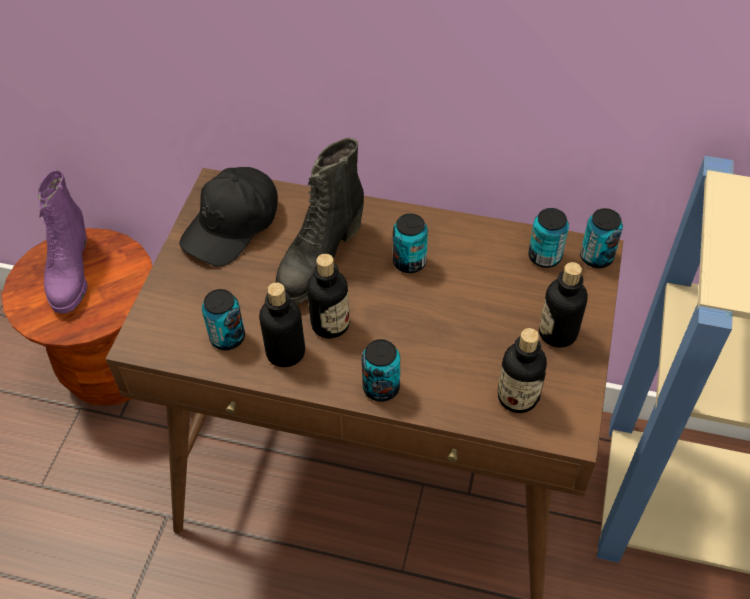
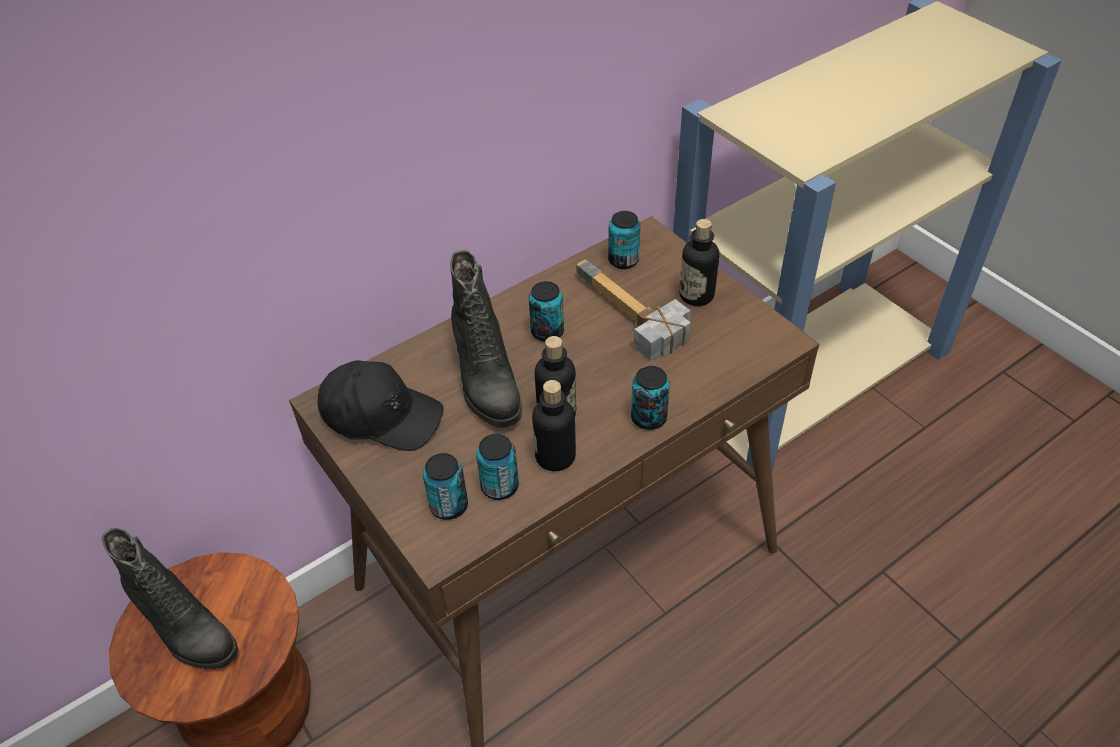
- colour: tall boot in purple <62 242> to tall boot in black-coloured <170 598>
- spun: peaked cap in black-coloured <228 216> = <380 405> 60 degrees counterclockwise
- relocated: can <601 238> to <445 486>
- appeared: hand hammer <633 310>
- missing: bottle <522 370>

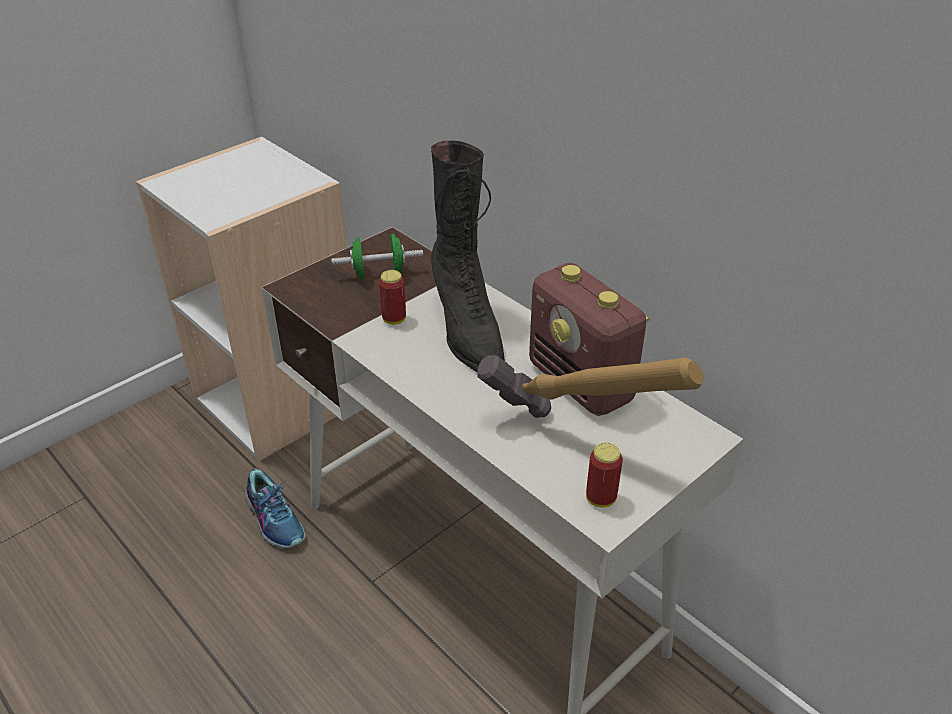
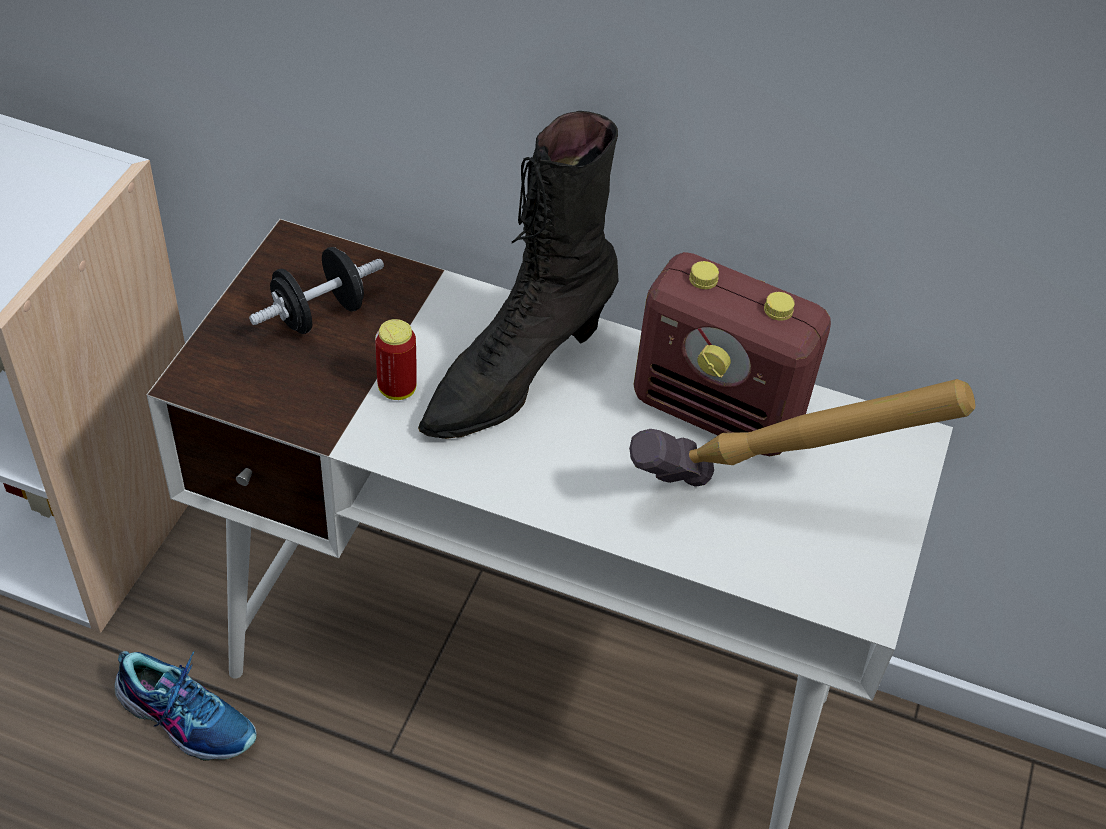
- colour: hand weight in green <377 257> to hand weight in black-coloured <316 290>
- spun: tall boot in black-coloured <468 256> = <518 275> 90 degrees clockwise
- missing: can <604 475>

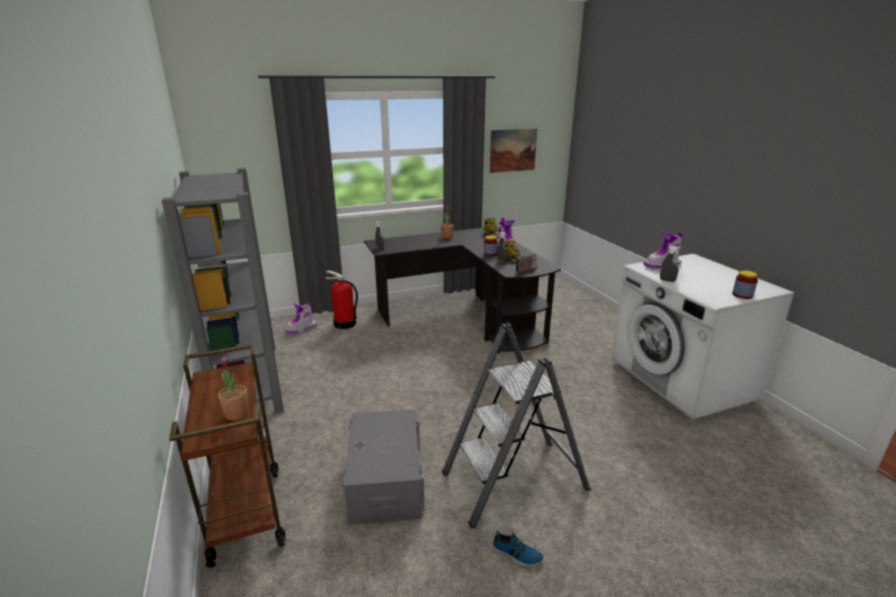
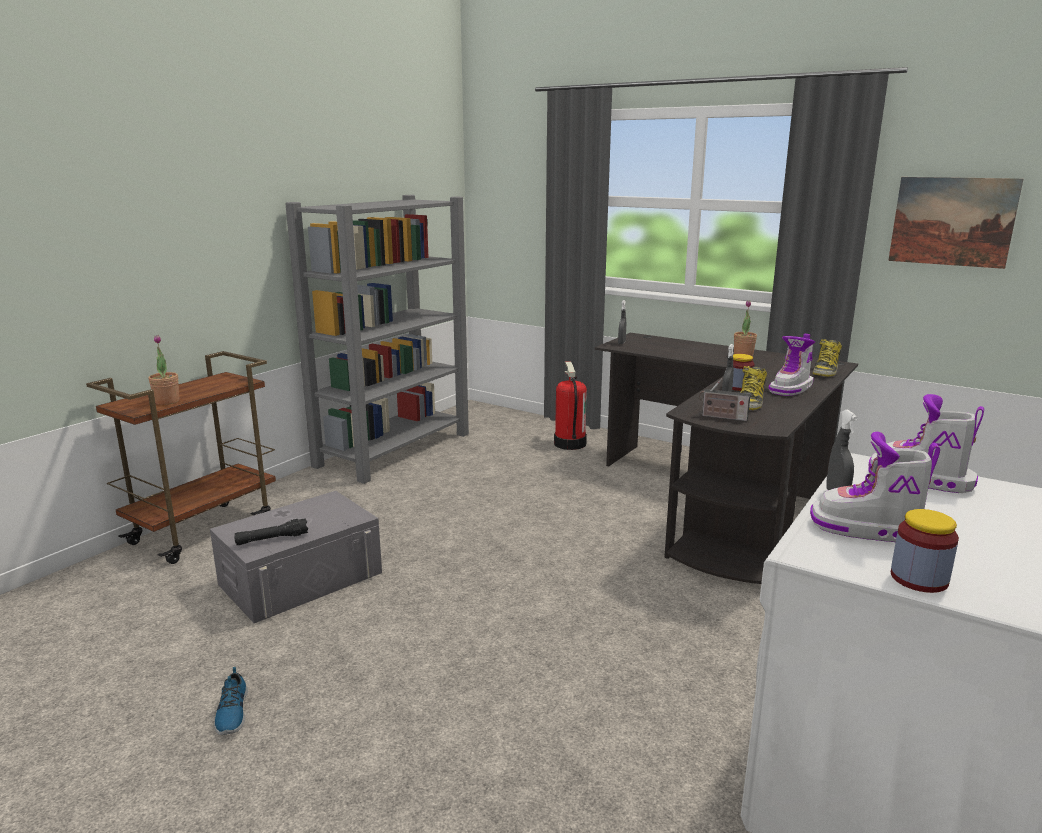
- appeared: hand torch in black-coloured <271 531>
- relocated: tall boot <300 317> to <875 487>
- missing: step stool in grey <516 425>

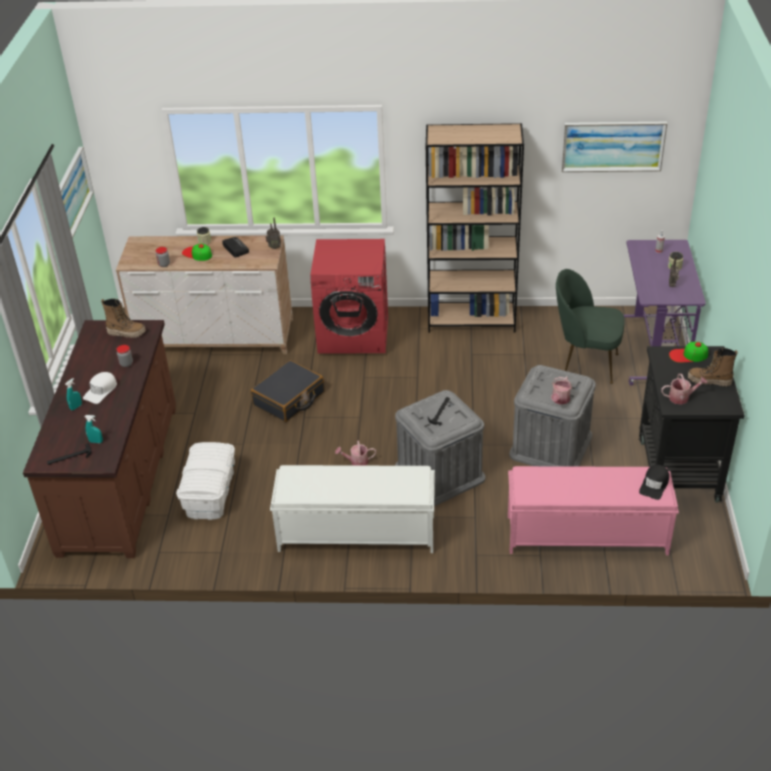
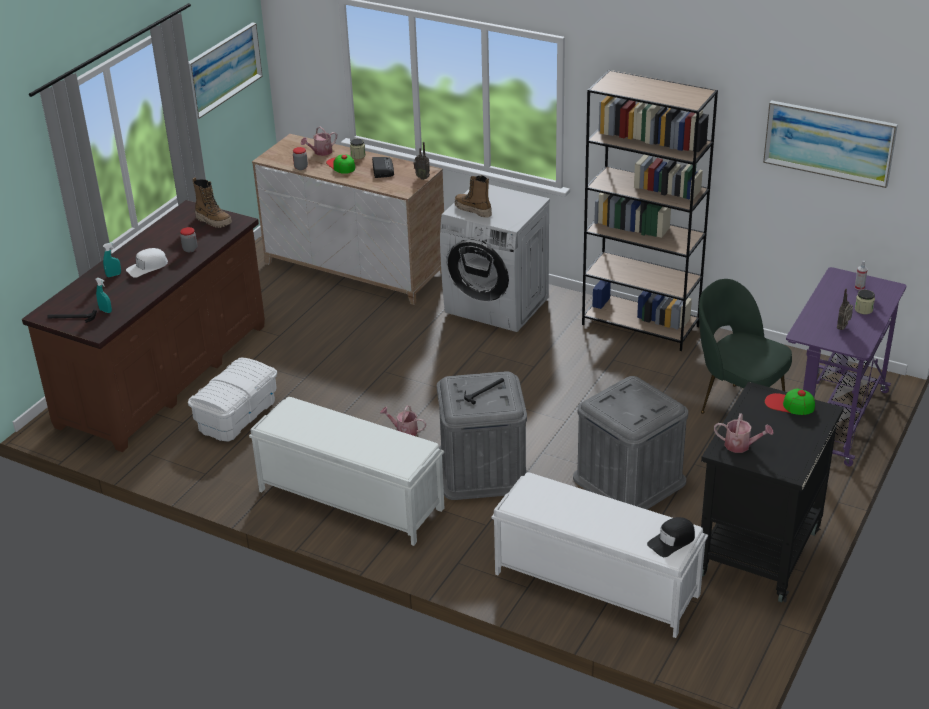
- relocated: sprinkling can <561 390> to <319 141>
- colour: laundry machine in red <349 296> to laundry machine in white <495 258>
- relocated: tall boot <713 367> to <473 196>
- colour: long seat in pink <593 510> to long seat in white <600 555>
- missing: travel case in black-coloured <287 391>

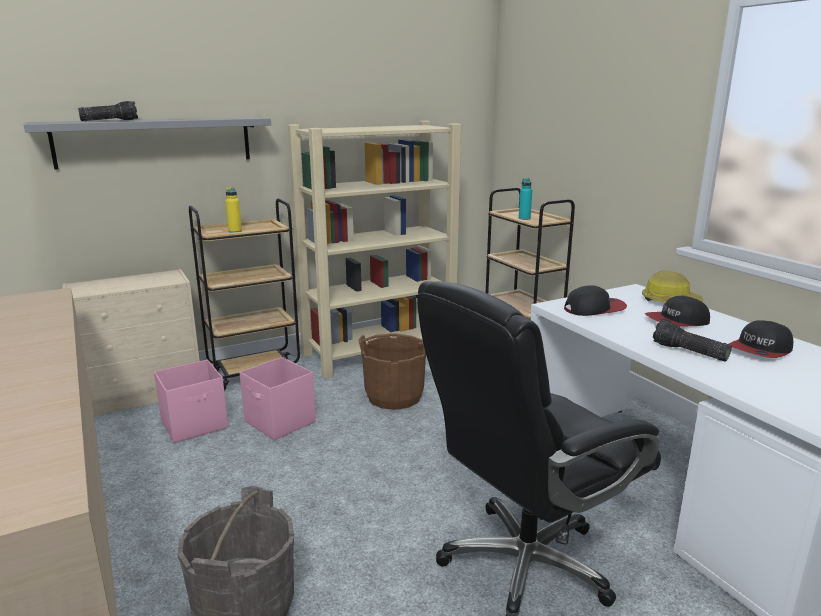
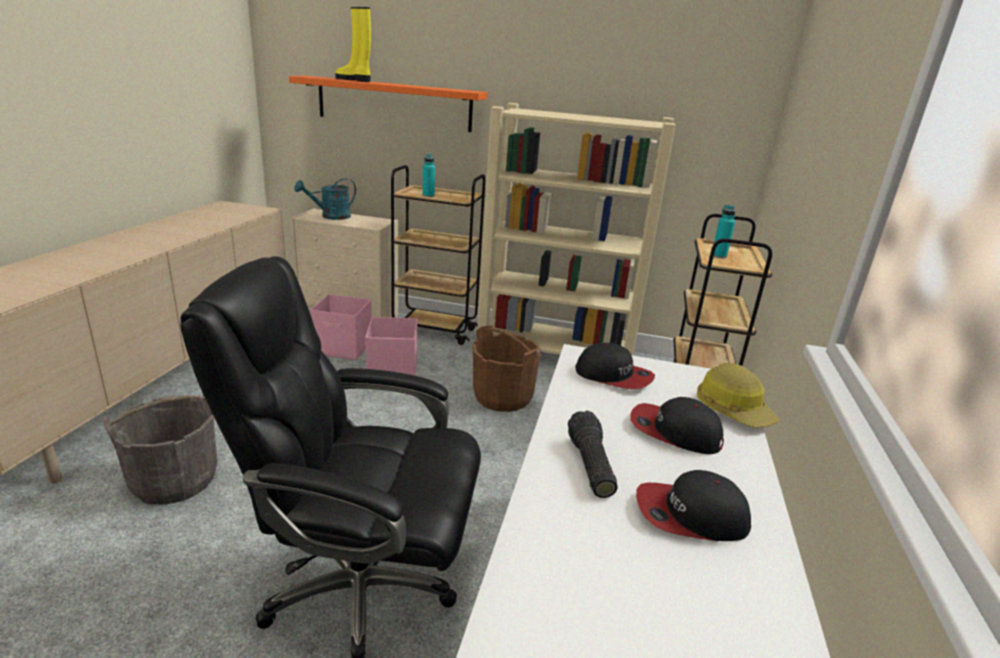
- colour: bracket shelf in grey <147 143> to bracket shelf in orange <388 104>
- appeared: sprinkling can in turquoise <325 199>
- exchanged: hand torch <108 111> to tall boot in yellowish <353 44>
- colour: bottle in yellowish <233 210> to bottle in turquoise <428 175>

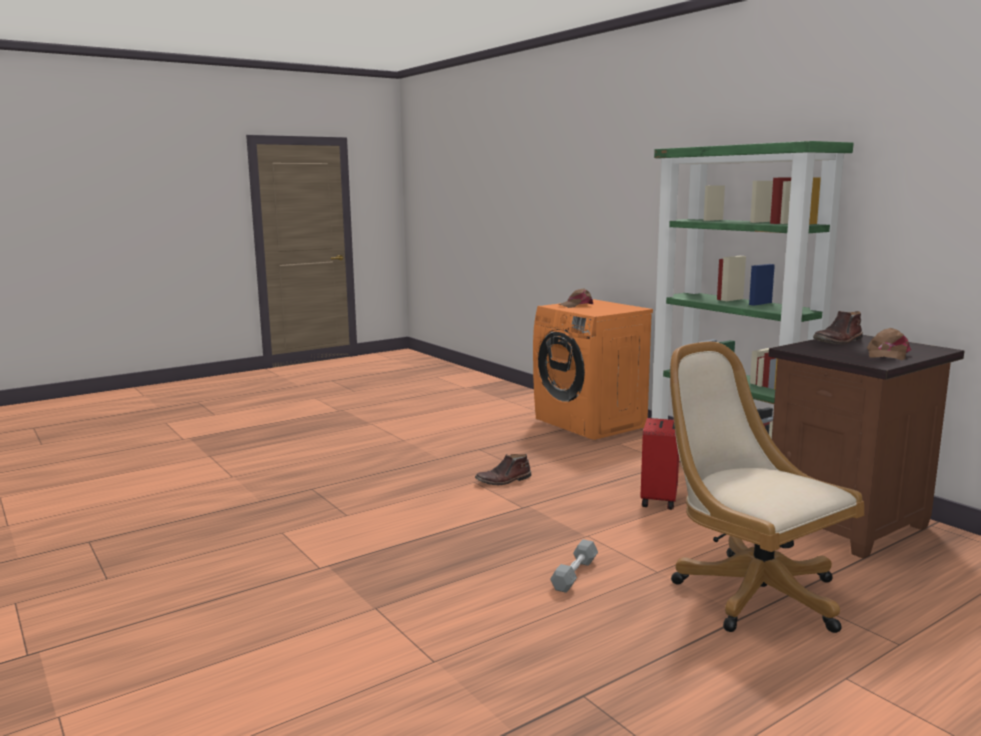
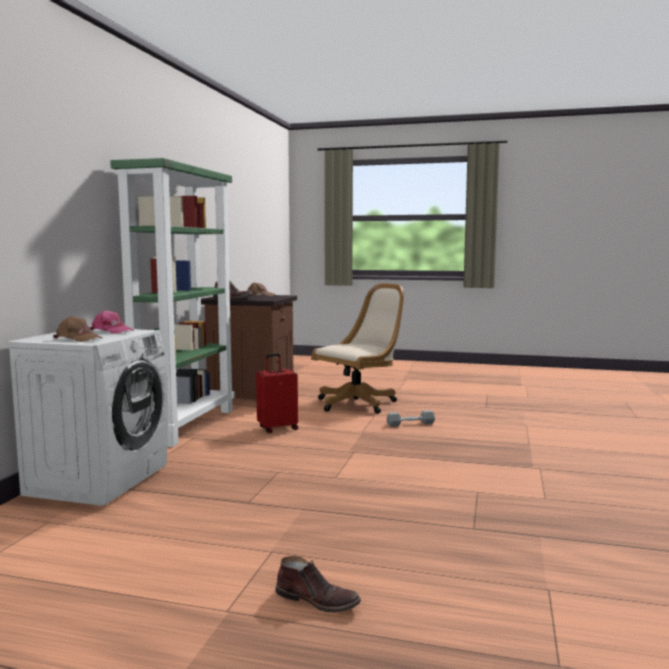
- colour: laundry machine in orange <593 369> to laundry machine in white <87 417>
- appeared: peaked cap in pink <111 322>
- relocated: tall boot in brownish <503 469> to <318 584>
- spun: computer chair <767 487> = <357 348> 150 degrees counterclockwise

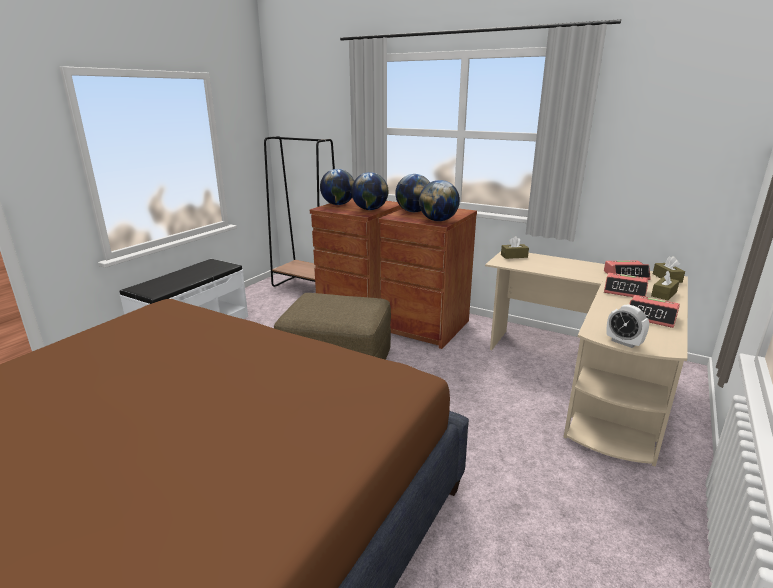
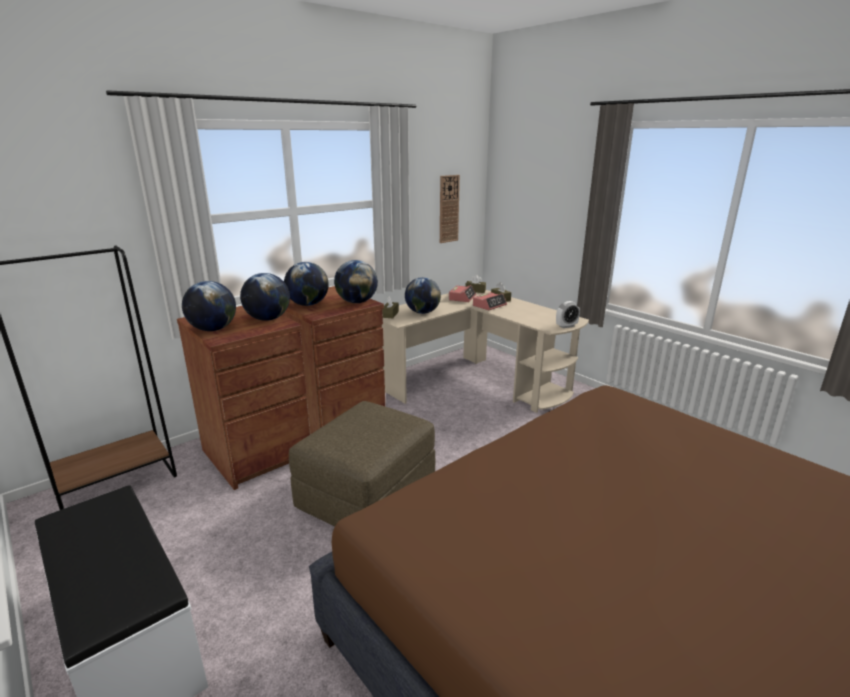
- appeared: globe <423 295>
- appeared: hanging clock <450 209>
- missing: alarm clock <654 311>

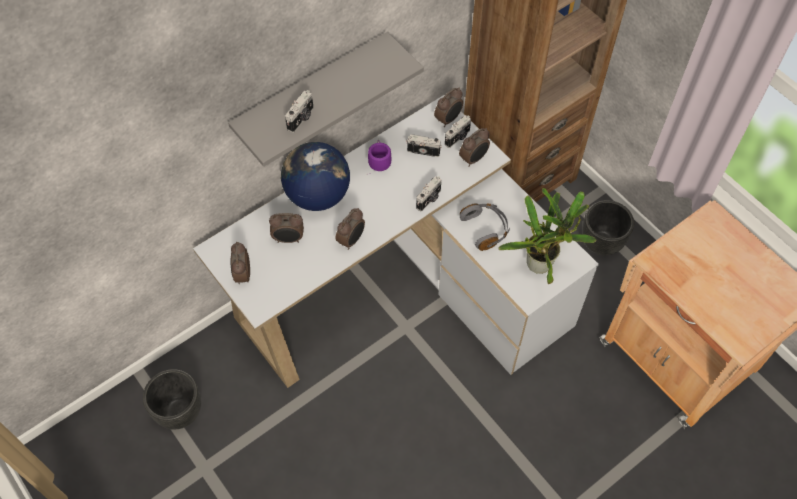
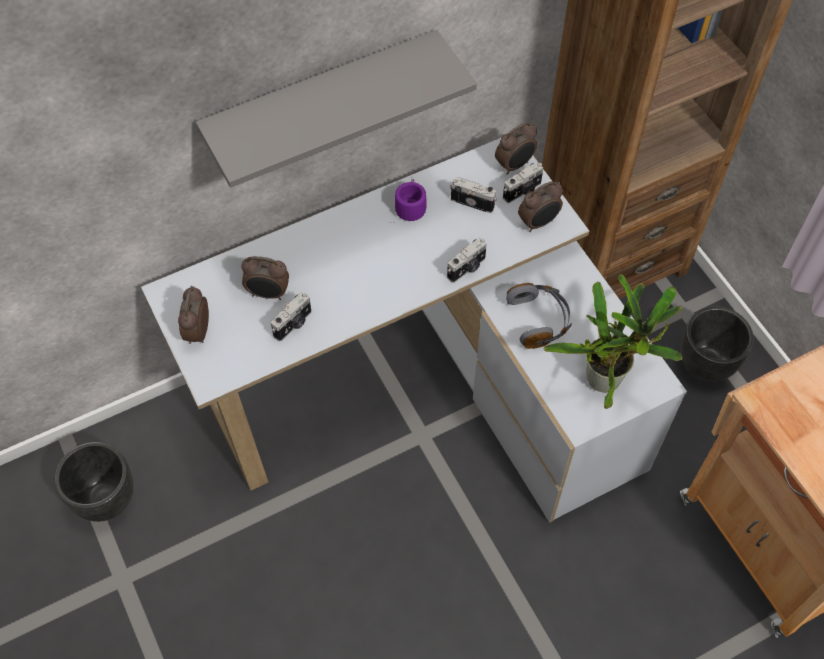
- relocated: still camera <299 111> to <291 316>
- missing: globe <315 176>
- missing: alarm clock <350 229>

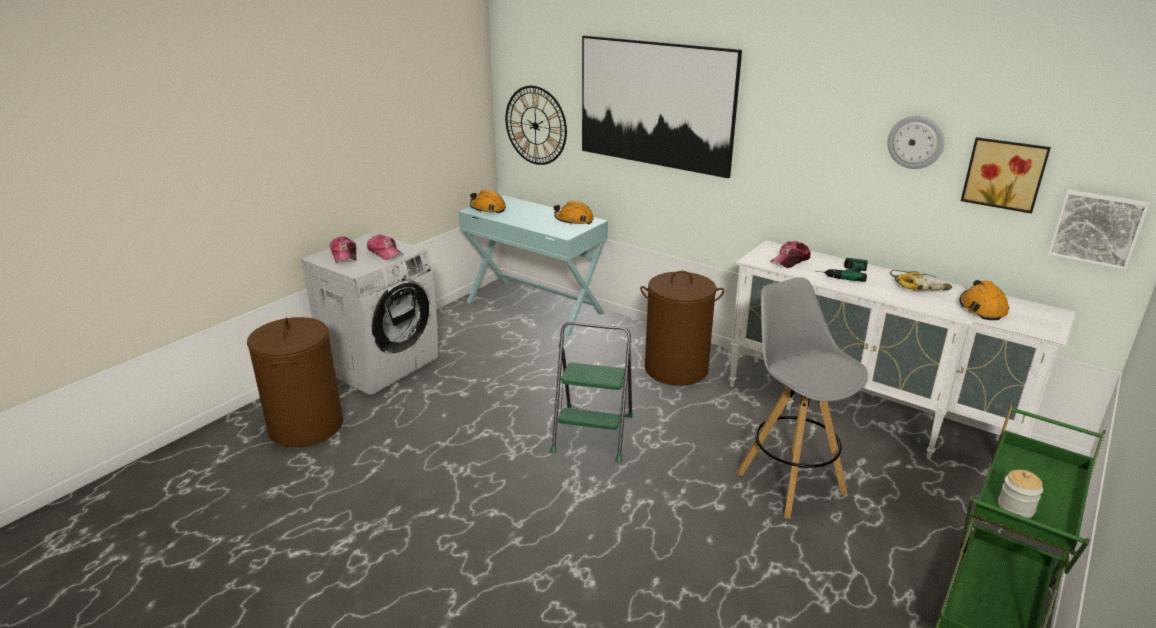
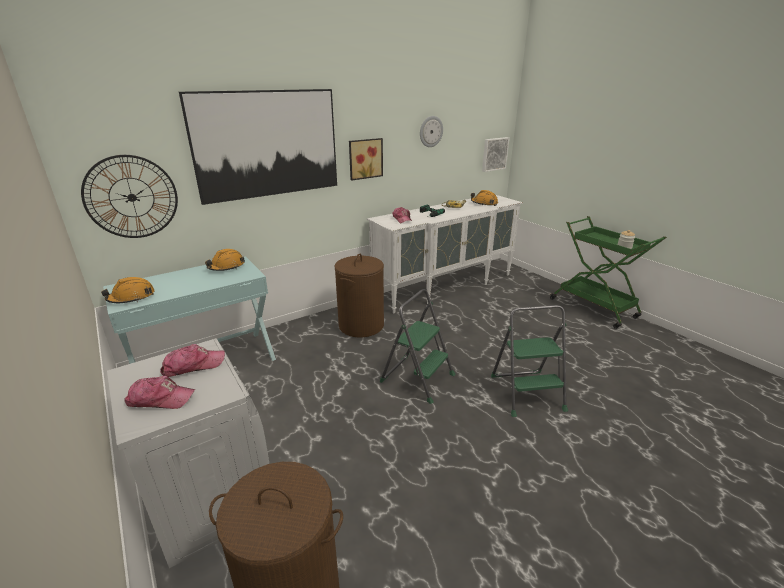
- relocated: wall picture <1006 175> to <366 159>
- appeared: step stool in green <529 361>
- missing: sitting stool in grey <802 398>

